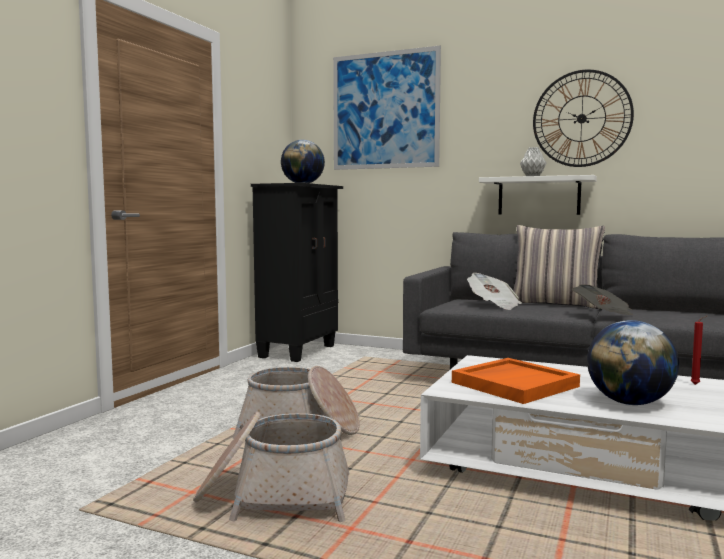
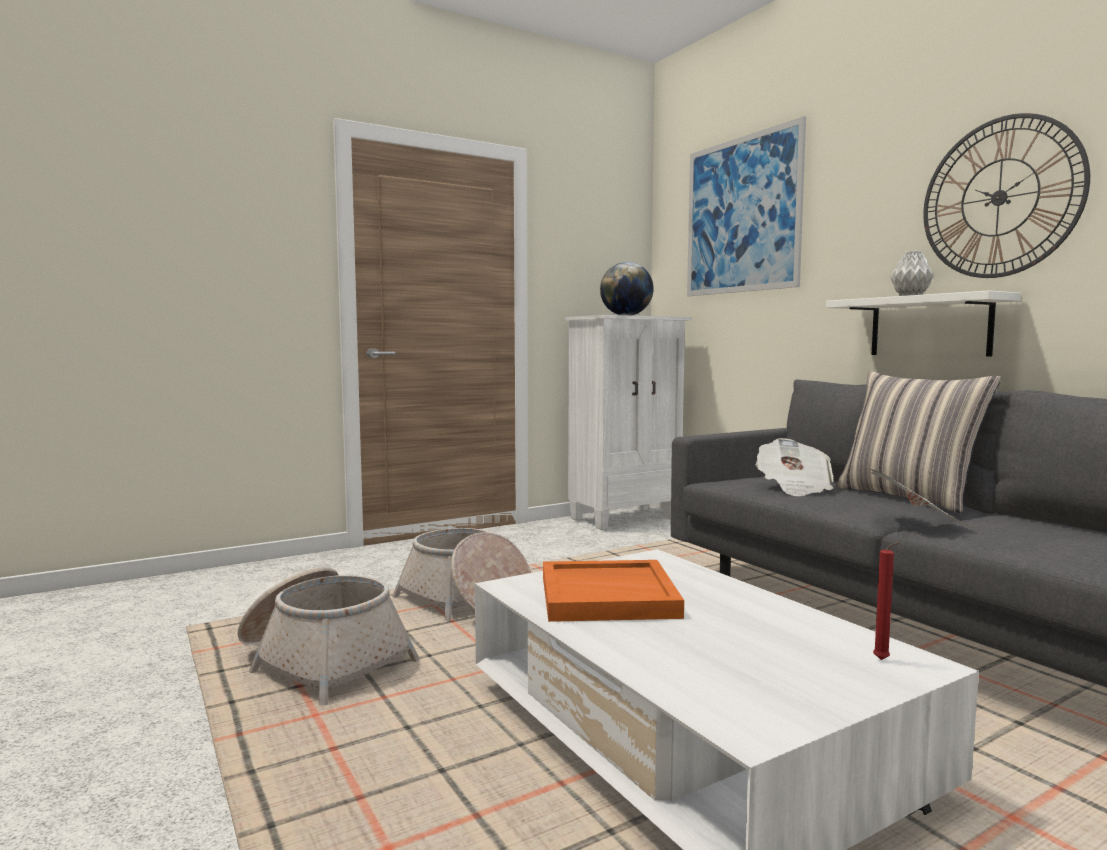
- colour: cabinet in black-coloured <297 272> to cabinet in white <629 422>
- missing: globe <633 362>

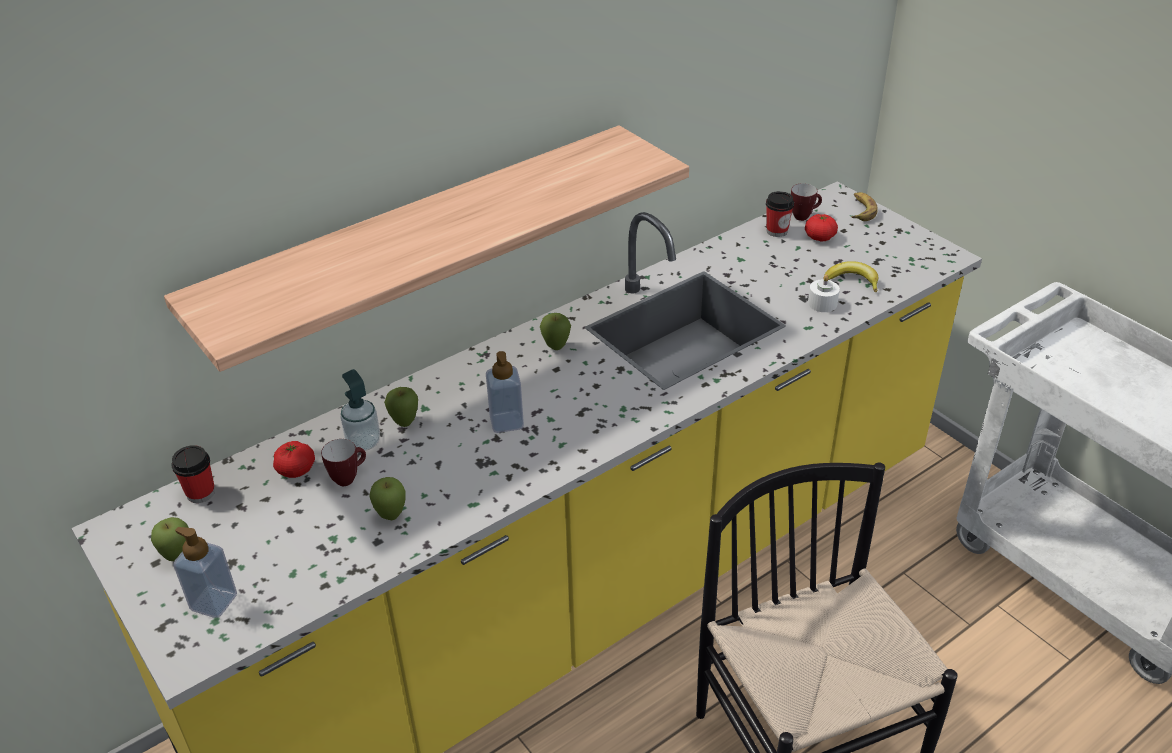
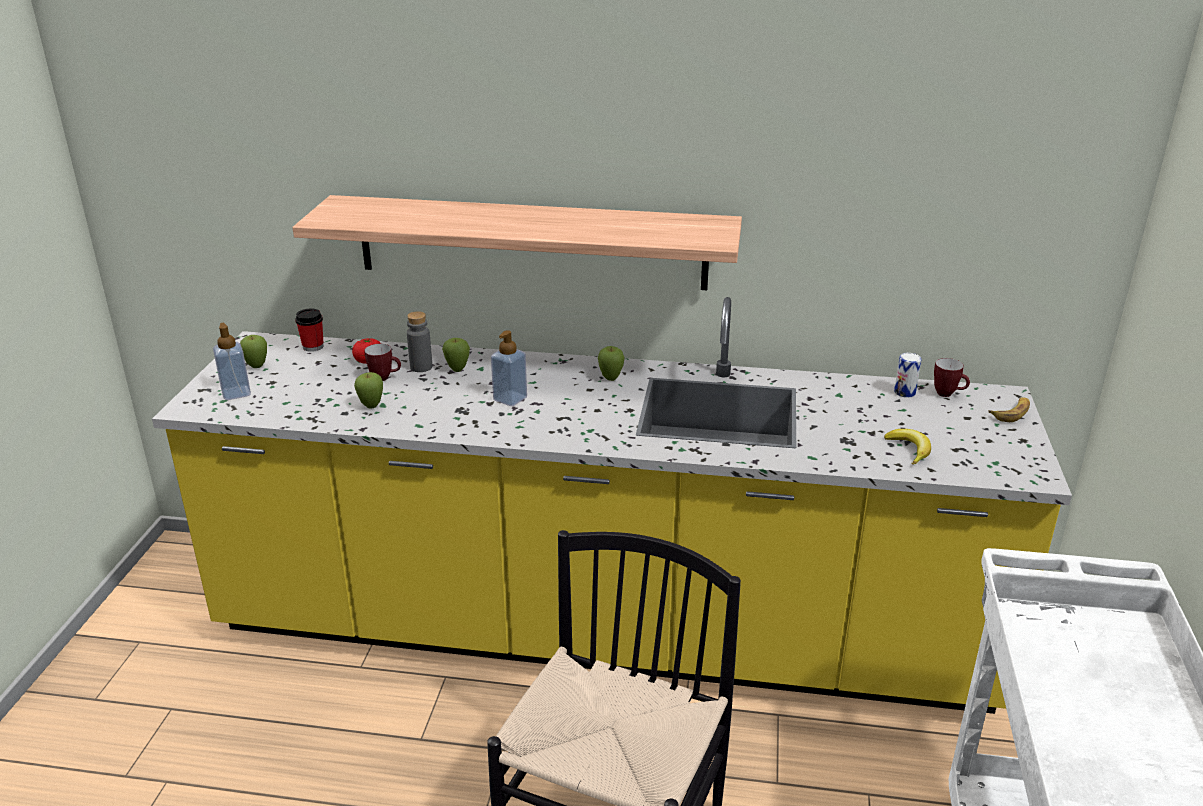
- exchanged: soap dispenser <360 410> to bottle in grey <419 341>
- exchanged: small cup <780 214> to can <908 375>
- missing: fresh tomato <821 227>
- missing: candle in white <824 293>

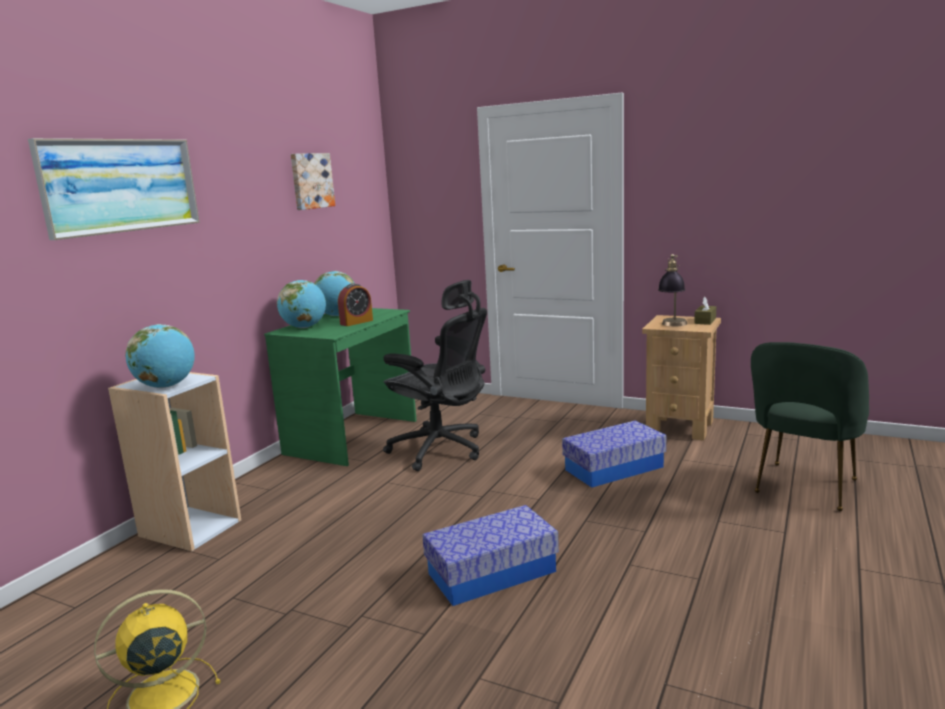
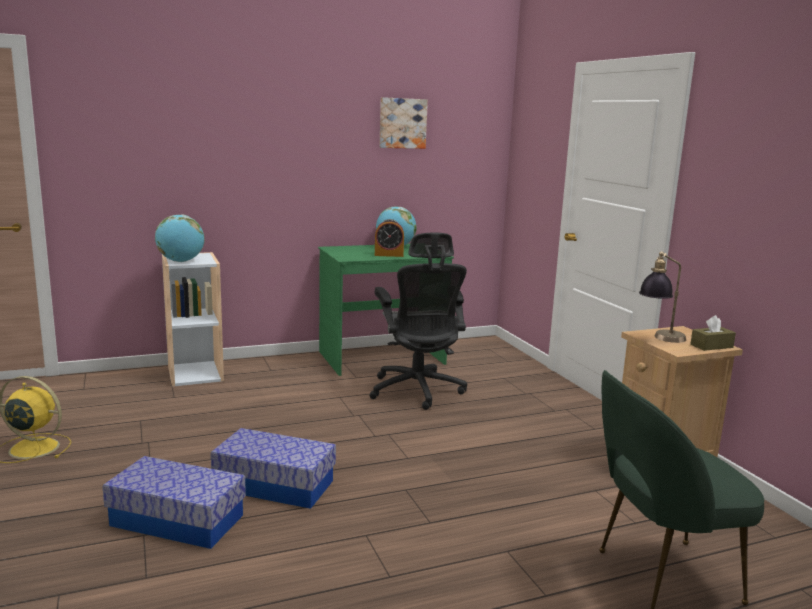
- relocated: storage bin <614 454> to <174 502>
- missing: wall picture <114 189>
- missing: globe <301 304>

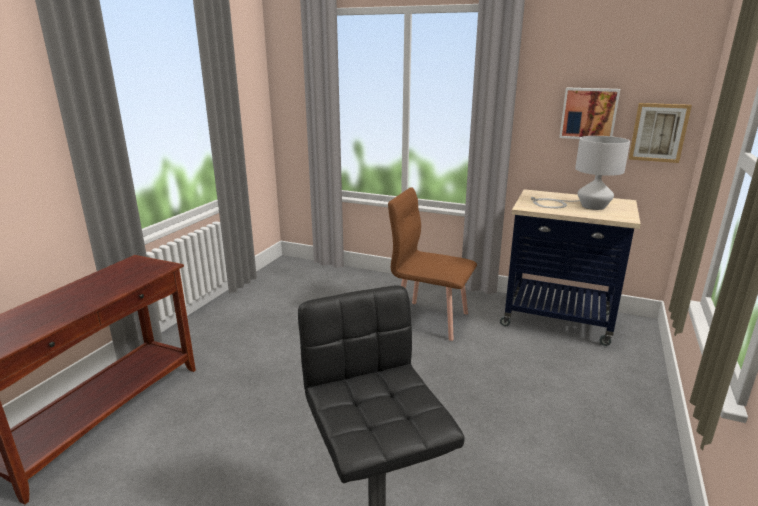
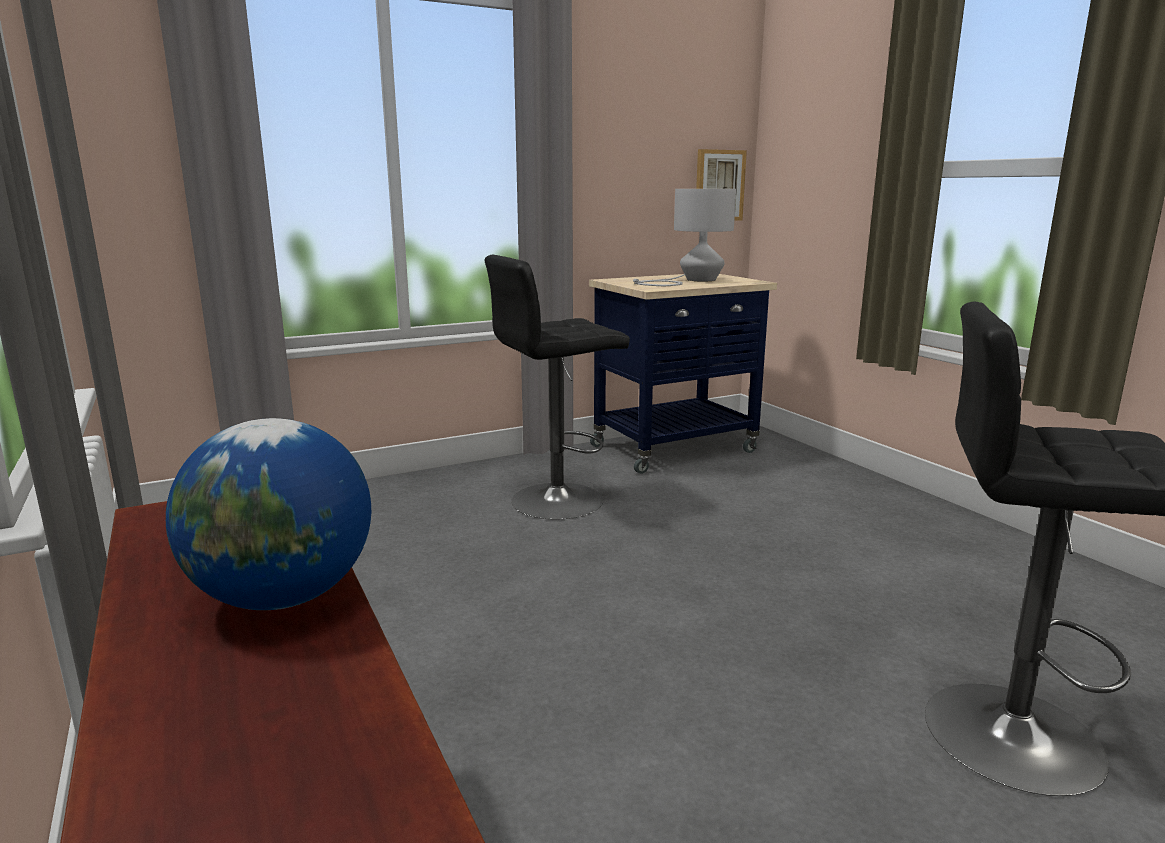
- appeared: globe <268 514>
- exchanged: plain chair in brownish <432 264> to sitting stool in black-coloured <557 387>
- missing: wall picture <589 113>

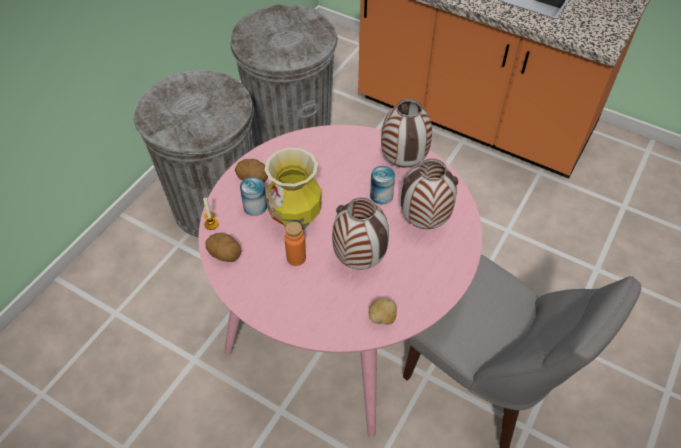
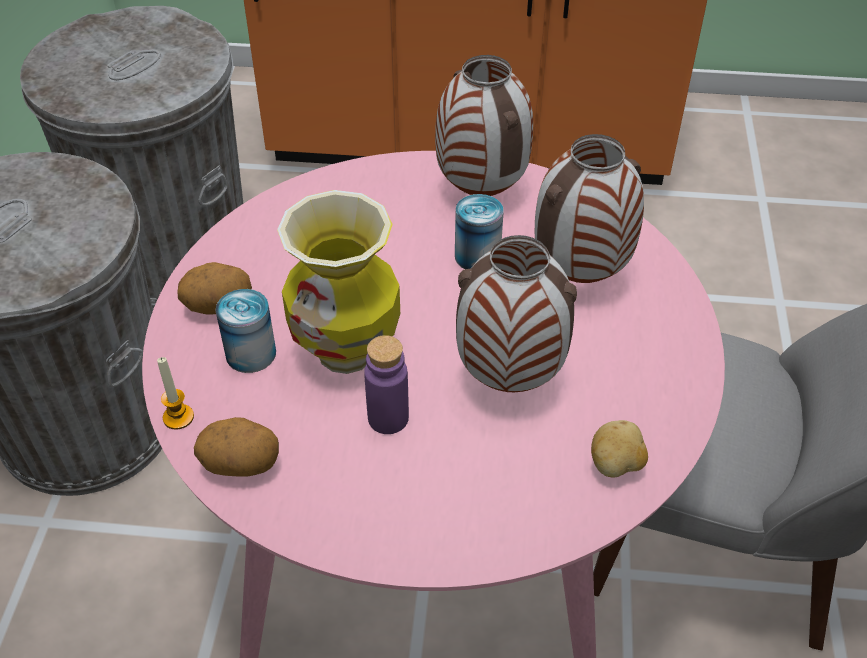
- colour: bottle in orange <295 243> to bottle in purple <386 384>

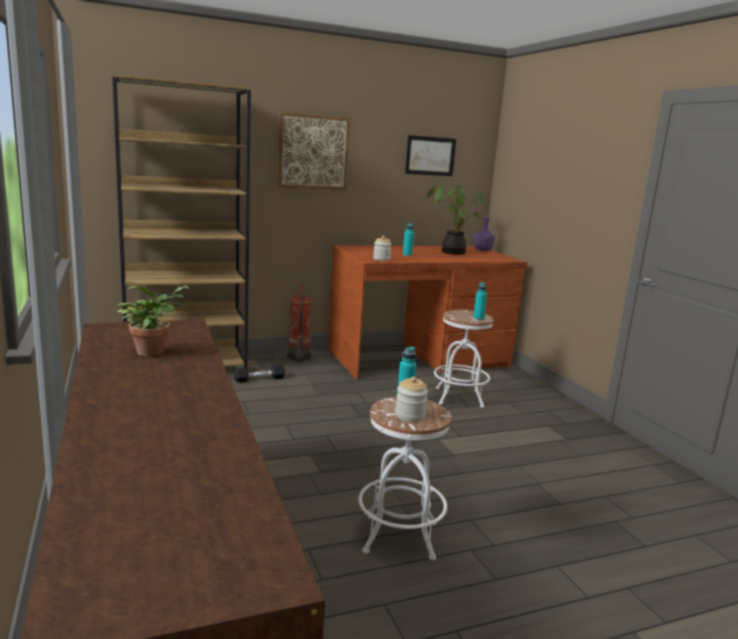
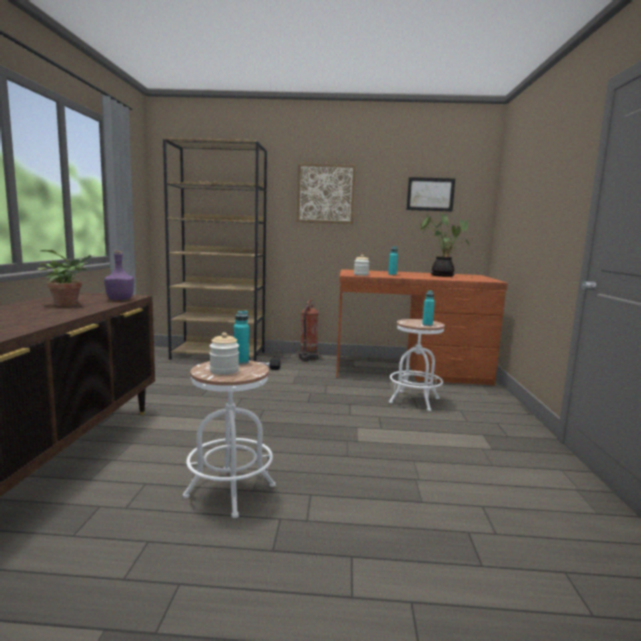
- relocated: bottle in purple <484 233> to <119 275>

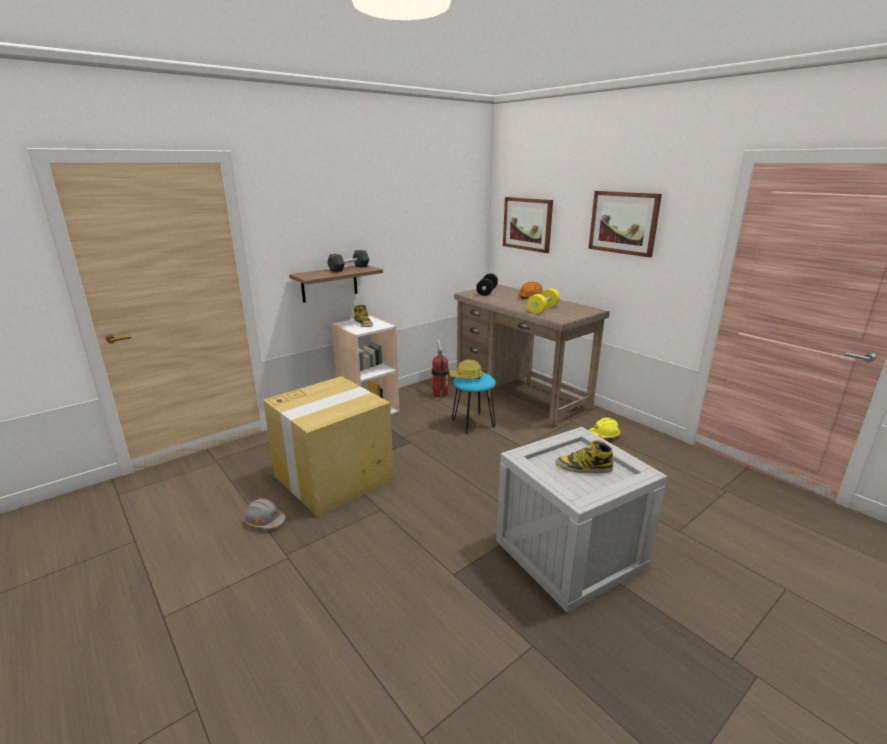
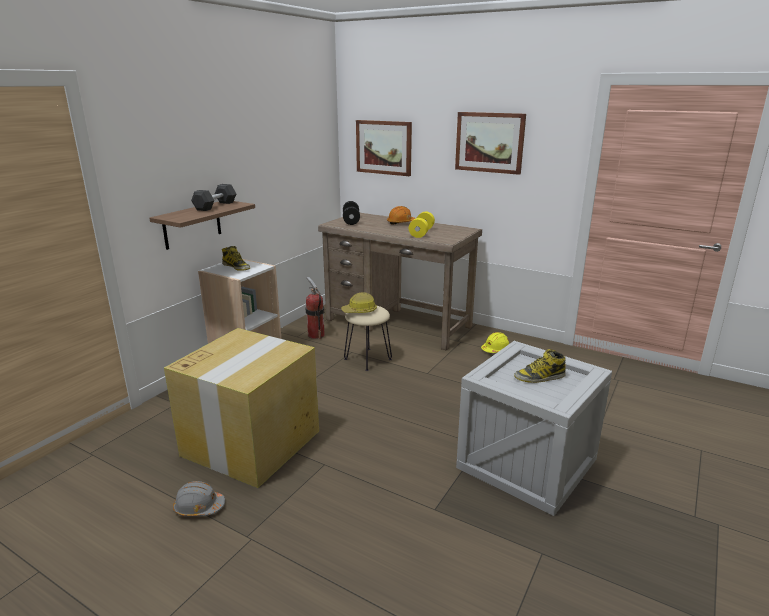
- colour: sitting stool in turquoise <474 403> to sitting stool in sand-coloured <368 338>

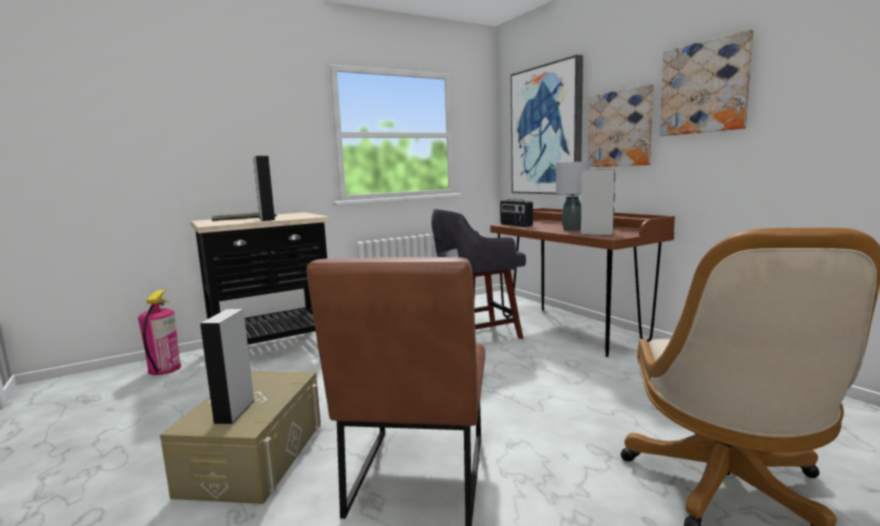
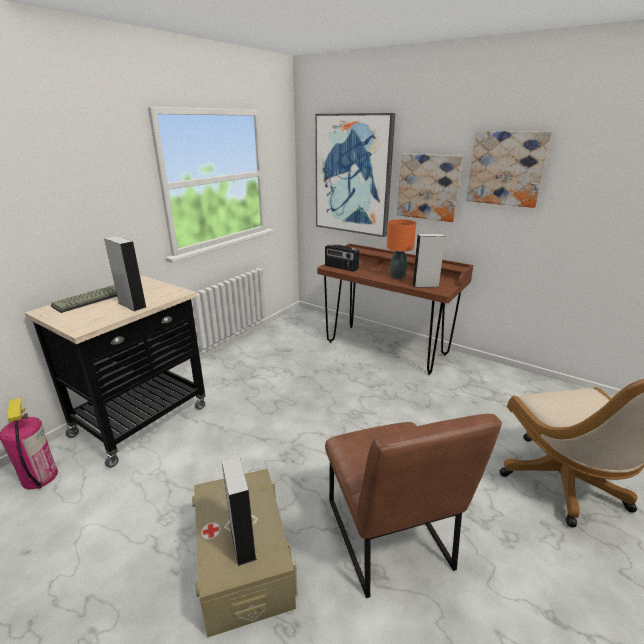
- colour: table lamp in grey <573 196> to table lamp in orange <401 249>
- missing: sitting stool in grey <478 274>

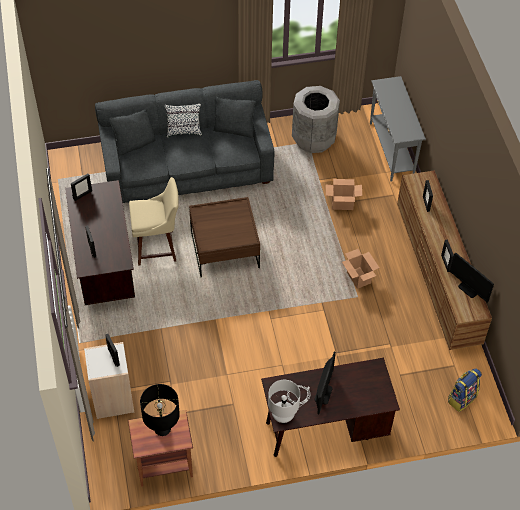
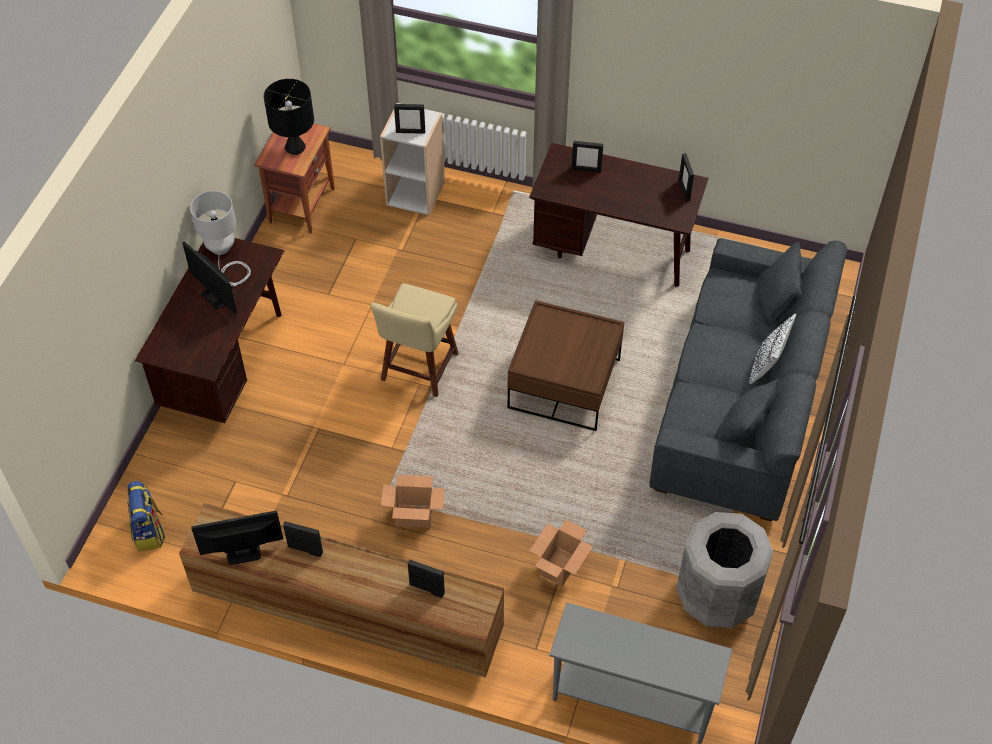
- relocated: sitting stool in sand-coloured <154 221> to <415 340>

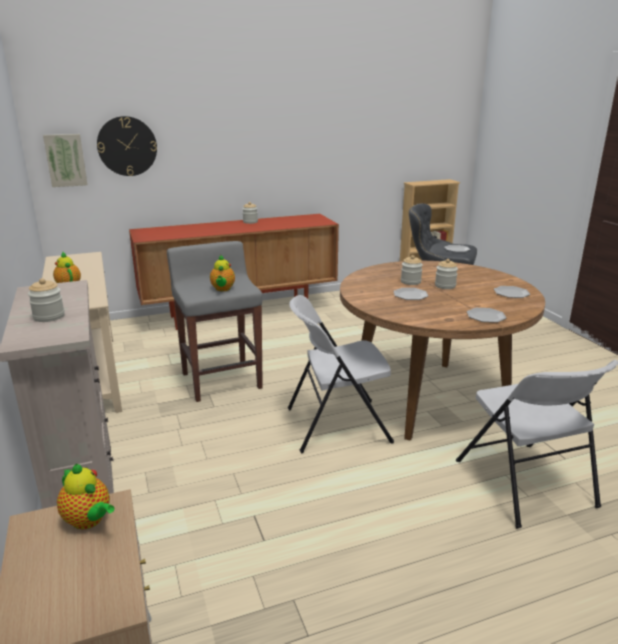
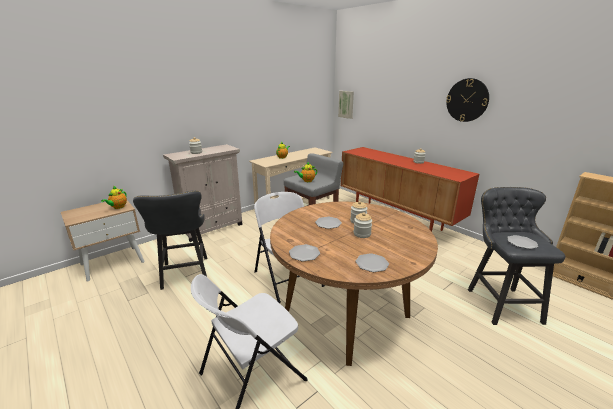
- appeared: sitting stool in grey <170 240>
- relocated: hanging clock <127 146> to <467 100>

